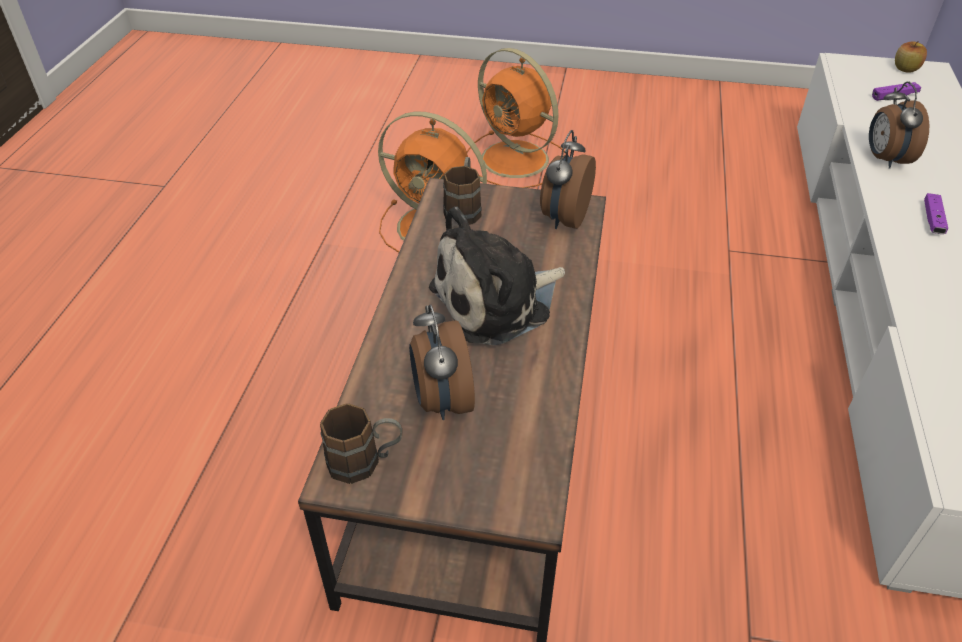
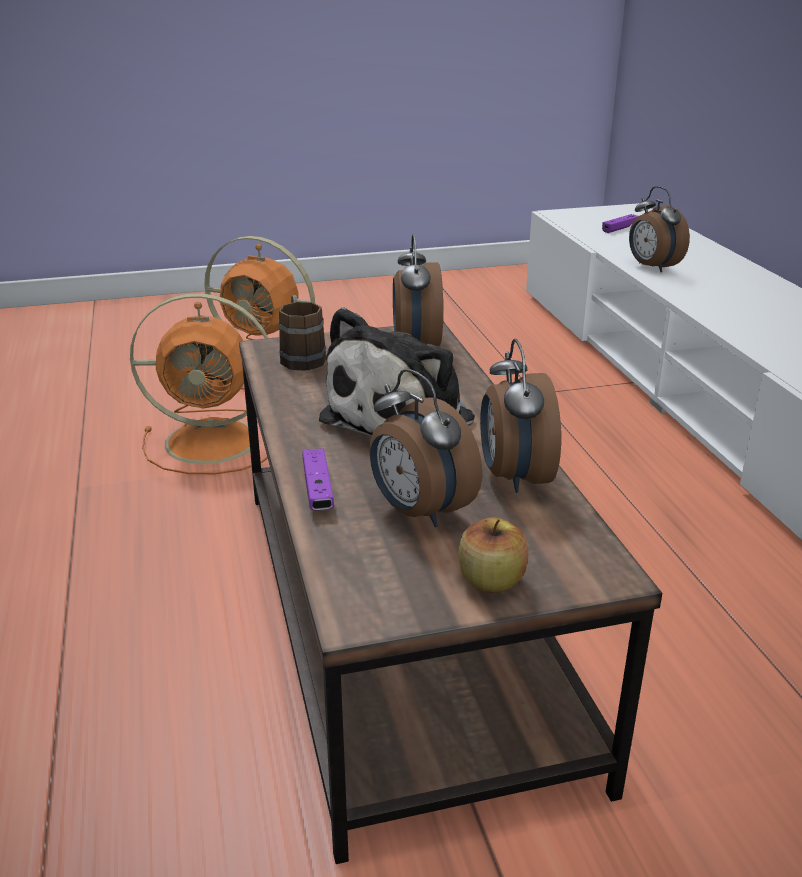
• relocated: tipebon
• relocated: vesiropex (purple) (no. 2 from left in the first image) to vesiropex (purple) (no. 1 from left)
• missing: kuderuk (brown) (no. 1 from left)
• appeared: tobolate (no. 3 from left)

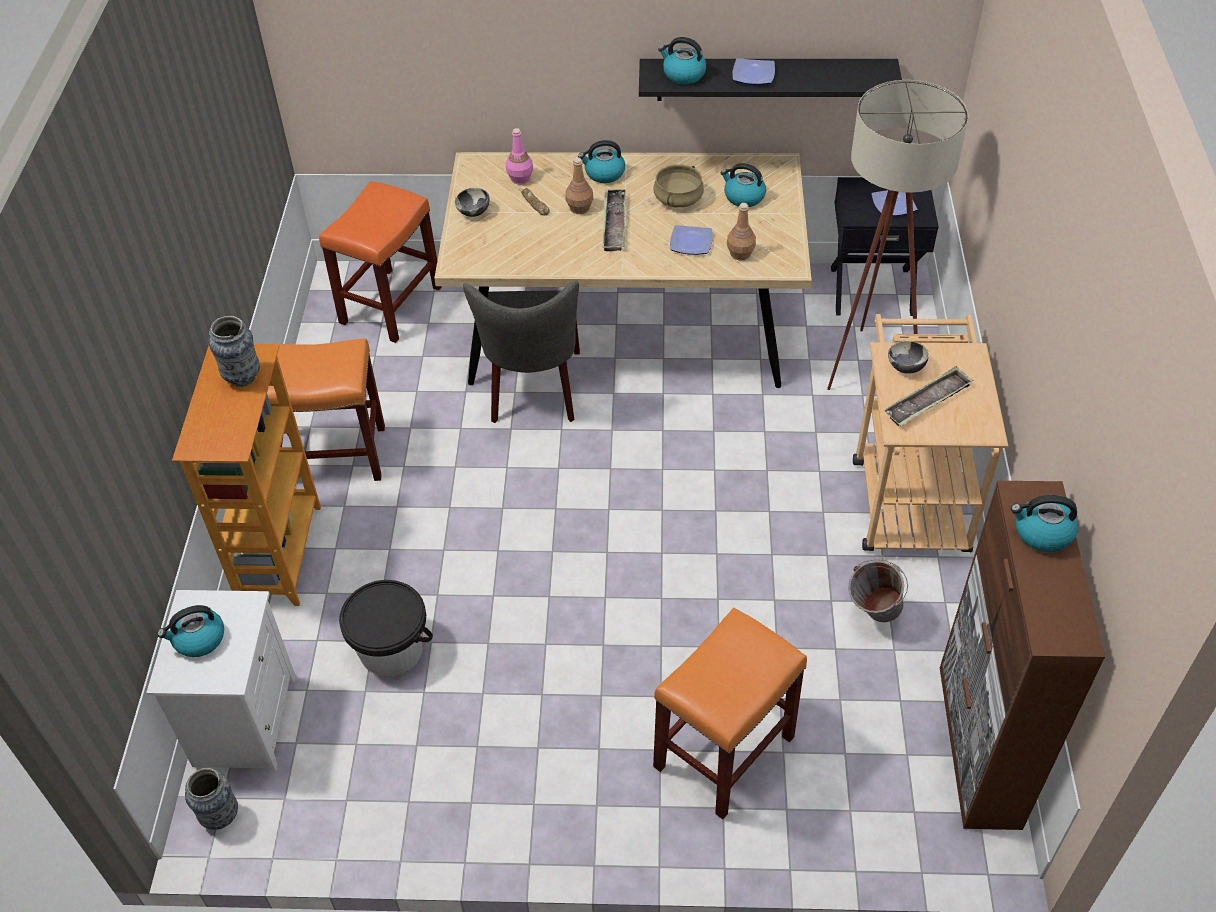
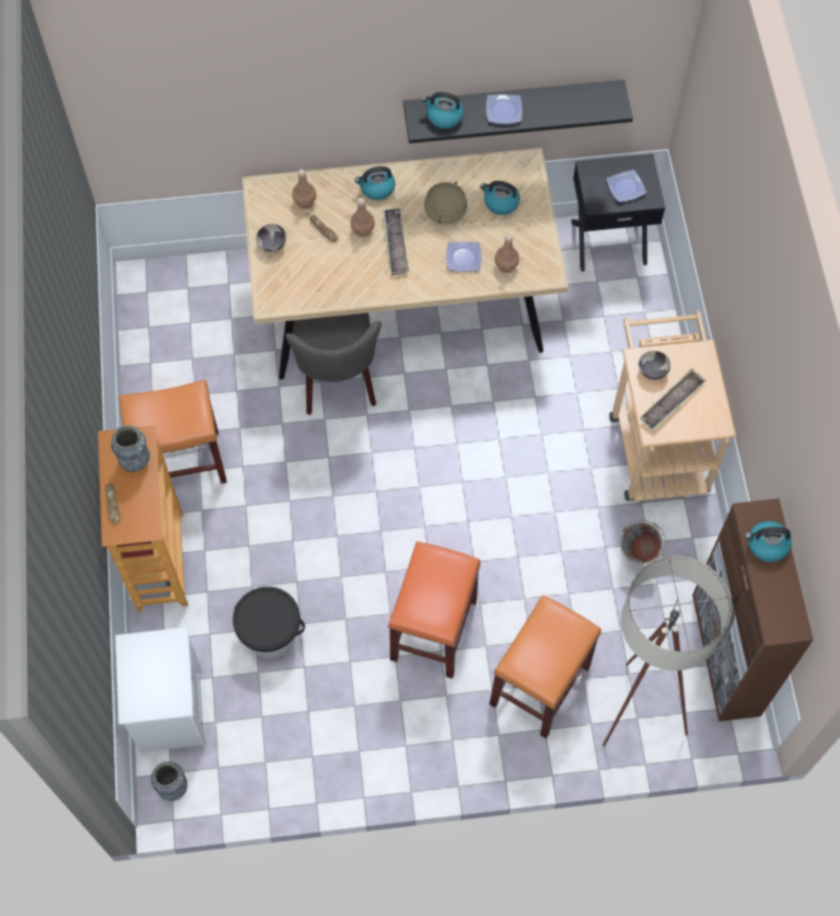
• relocated: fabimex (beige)
• colour: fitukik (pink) to fitukik (brown) (no. 1 from left)
• relocated: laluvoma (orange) (no. 2 from left)
• missing: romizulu (no. 1 from left)
• appeared: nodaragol (no. 1 from left)

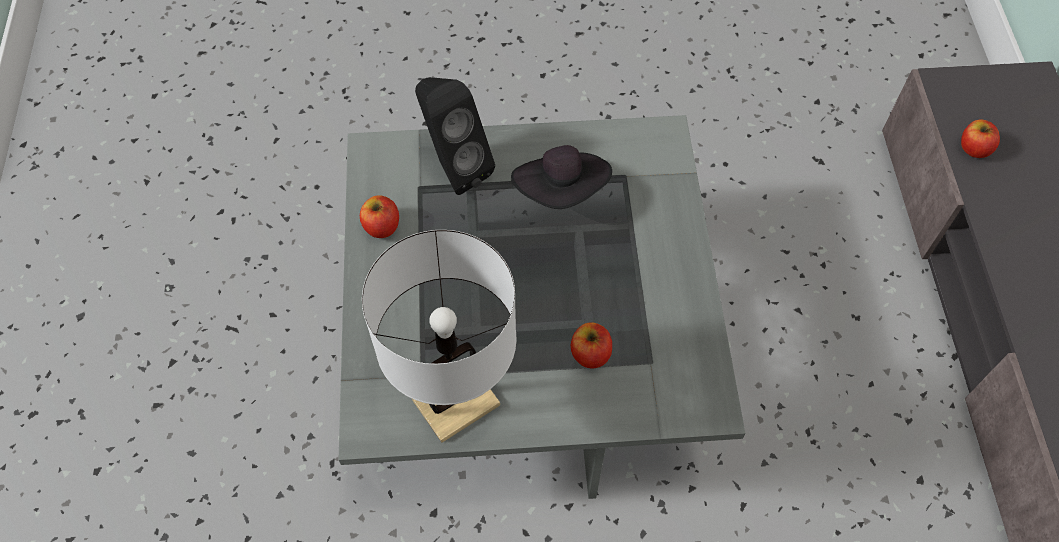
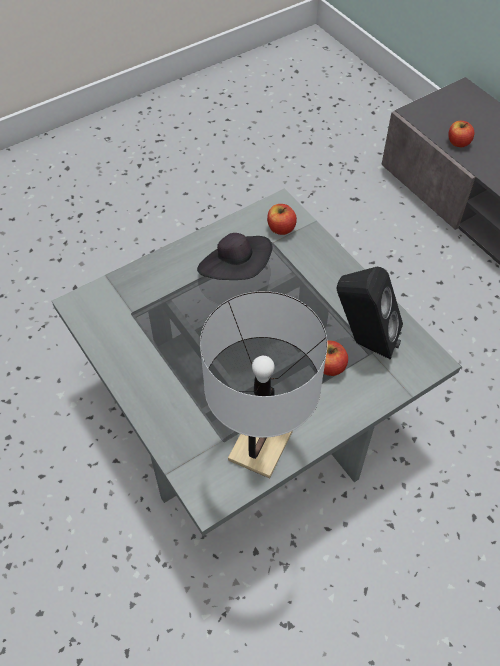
• relocated: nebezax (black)
• relocated: tipebon (no. 1 from left)

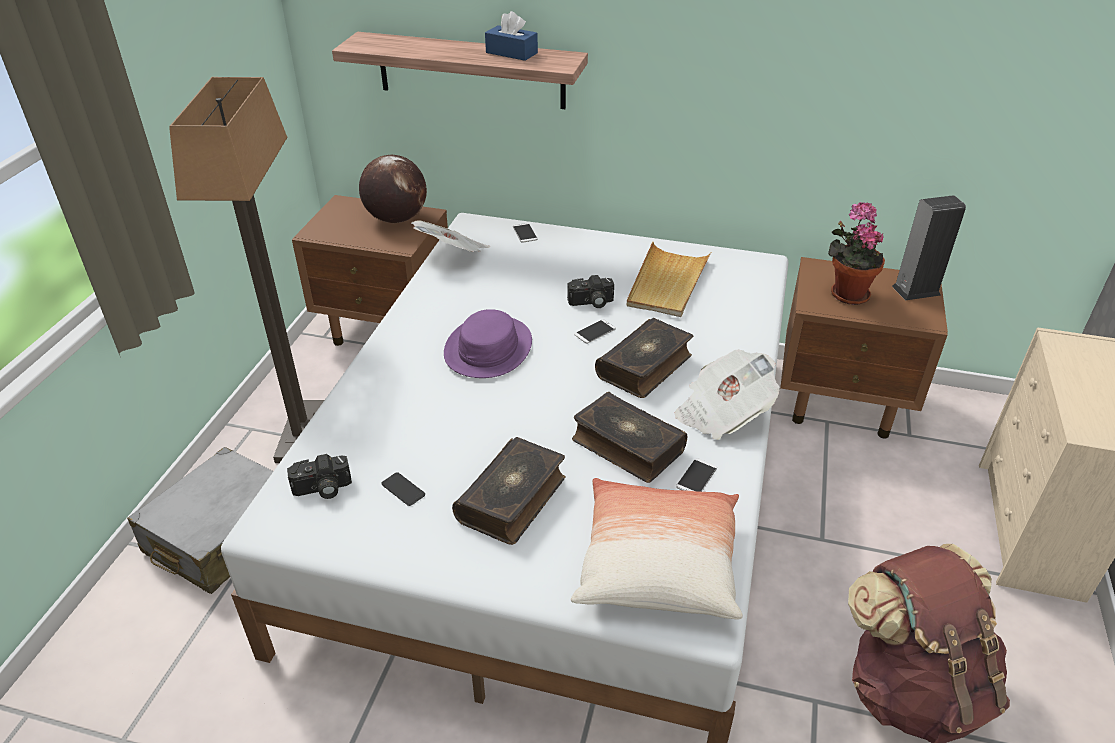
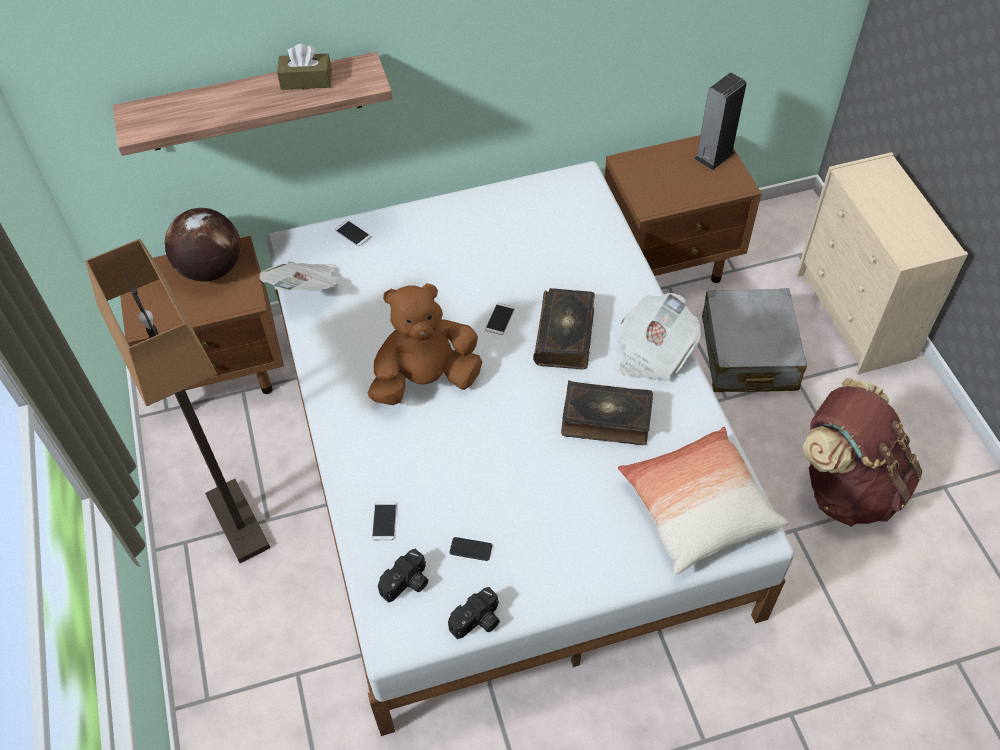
• colour: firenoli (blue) to firenoli (brown)
• missing: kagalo
• missing: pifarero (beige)
• relocated: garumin (no. 2 from left)
• exchanged: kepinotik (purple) to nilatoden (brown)
• missing: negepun (no. 1 from left)
• relocated: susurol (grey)
• relocated: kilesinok (no. 4 from left in the first image) to kilesinok (no. 2 from left)

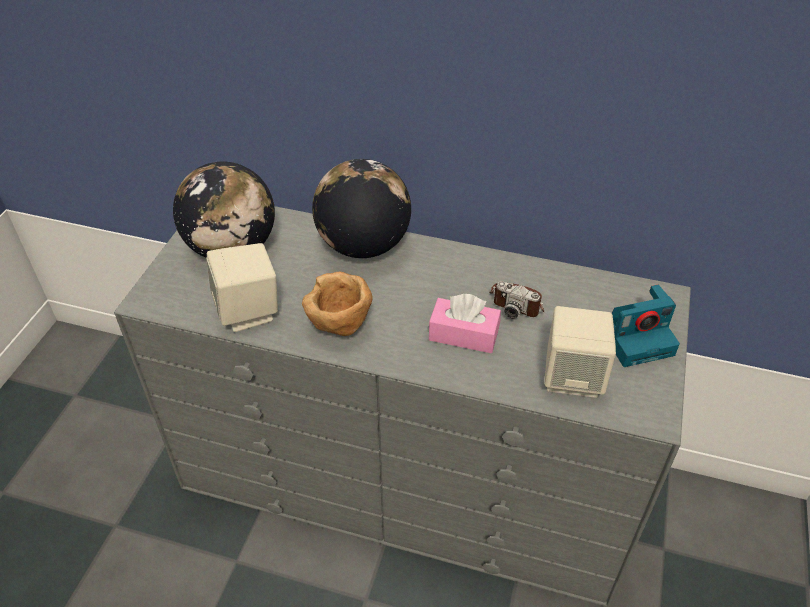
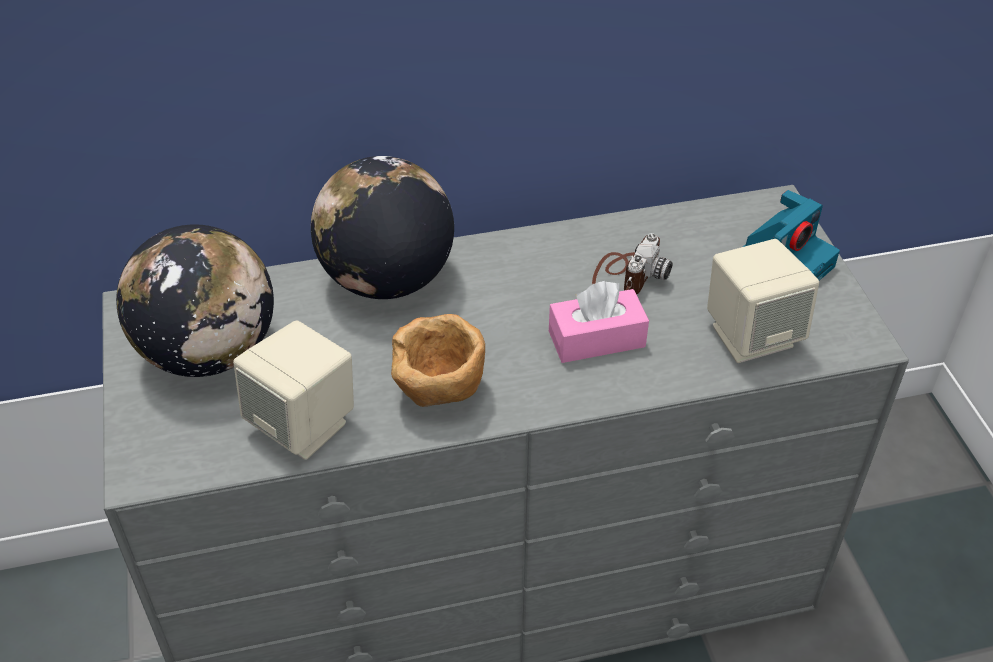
• spun: garumin (no. 1 from left) 60 degrees counterclockwise

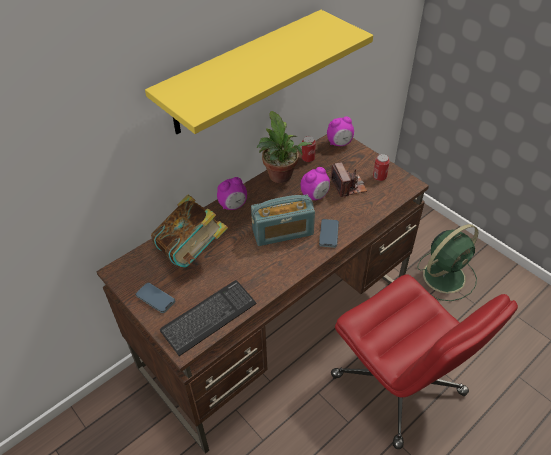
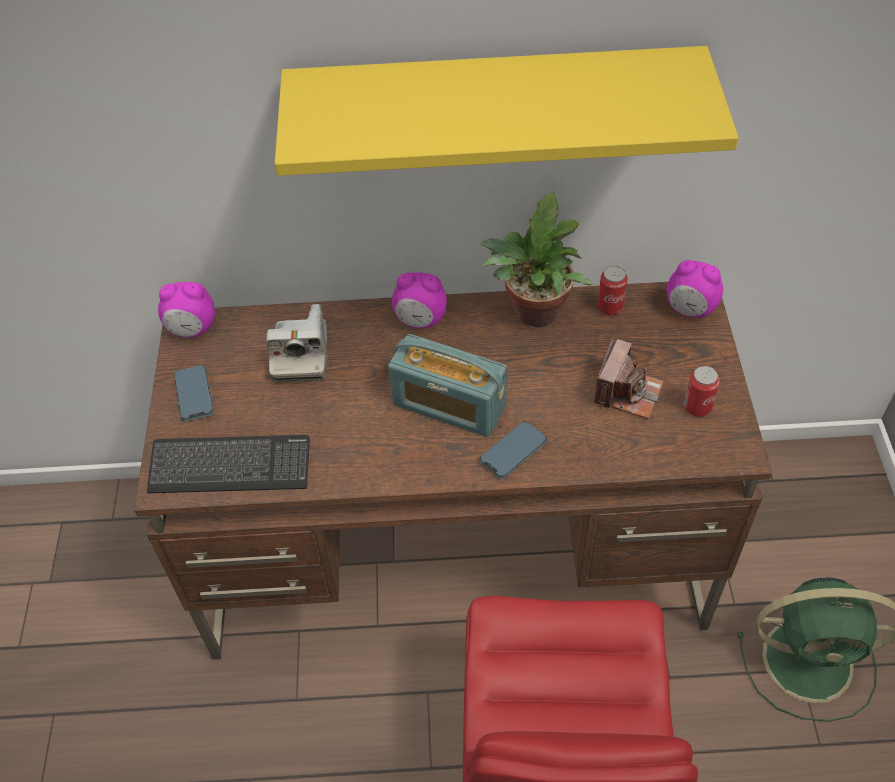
• relocated: tobolate (no. 2 from left in the first image) to tobolate (no. 1 from left)
• exchanged: negepun to garumin (no. 1 from left)

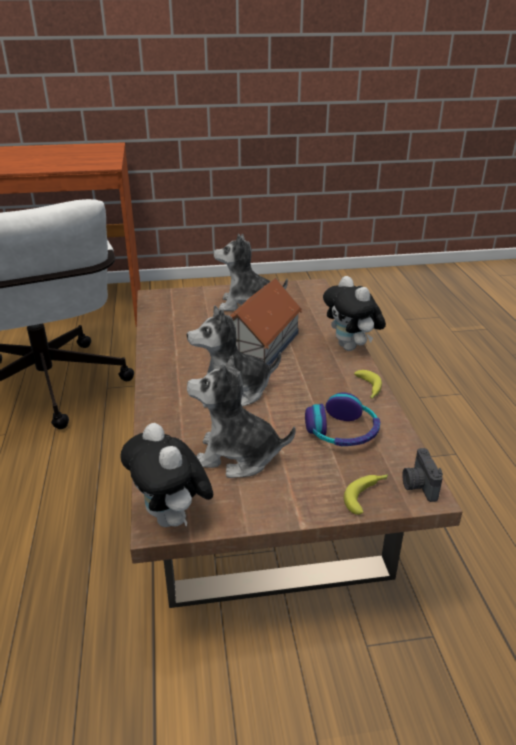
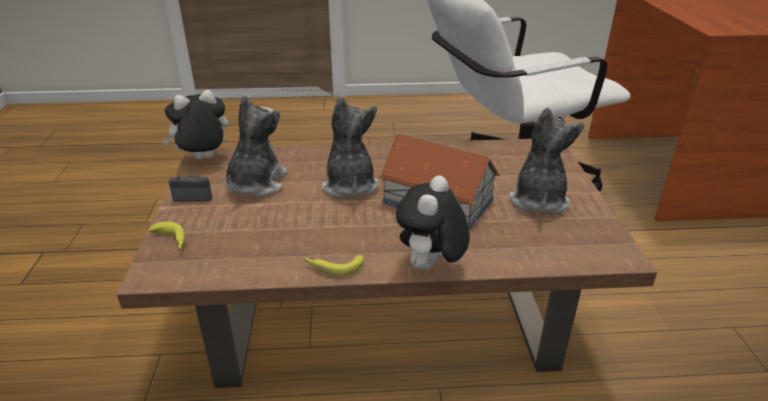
• spun: nilatoden (no. 5 from left in the first image) 45 degrees counterclockwise
• missing: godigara
• relocated: garumin

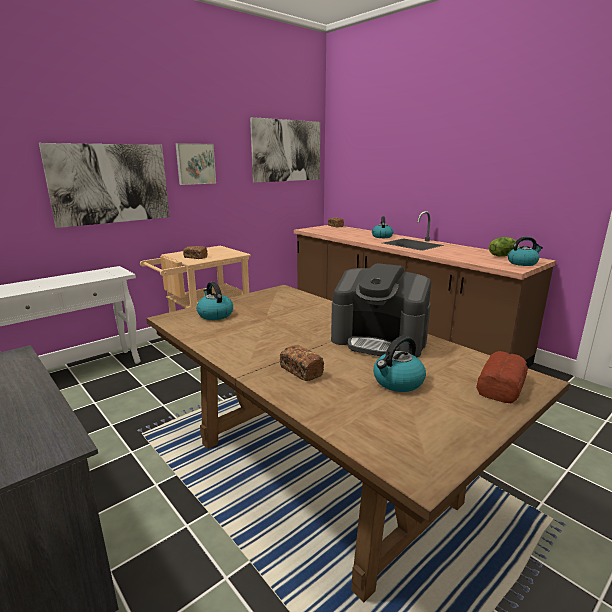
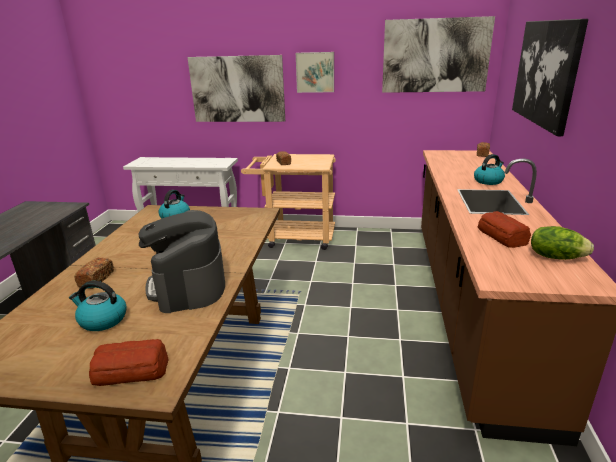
• missing: romizulu (no. 4 from left)
• appeared: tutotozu (no. 4 from left)
• appeared: nodaragol (no. 5 from left)

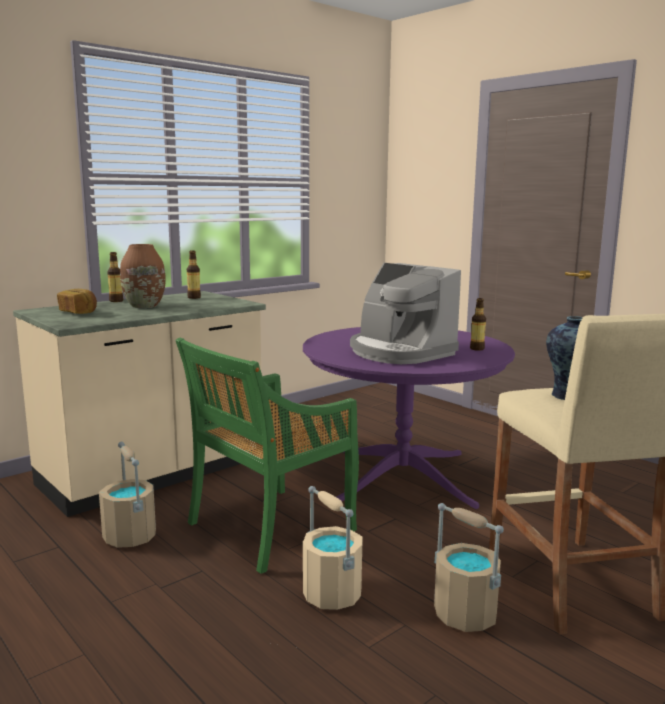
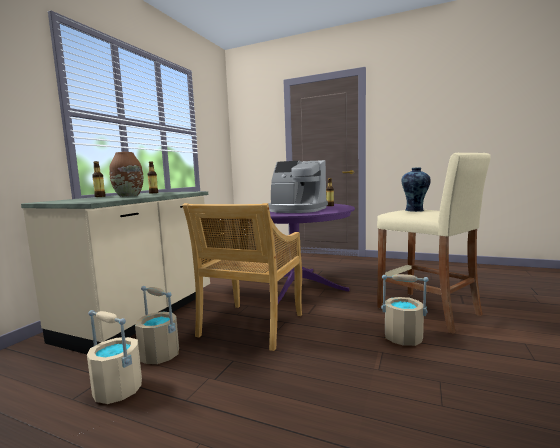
• missing: nodaragol
• colour: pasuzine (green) to pasuzine (beige)
• relocated: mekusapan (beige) (no. 2 from left in the first image) to mekusapan (beige) (no. 1 from left)

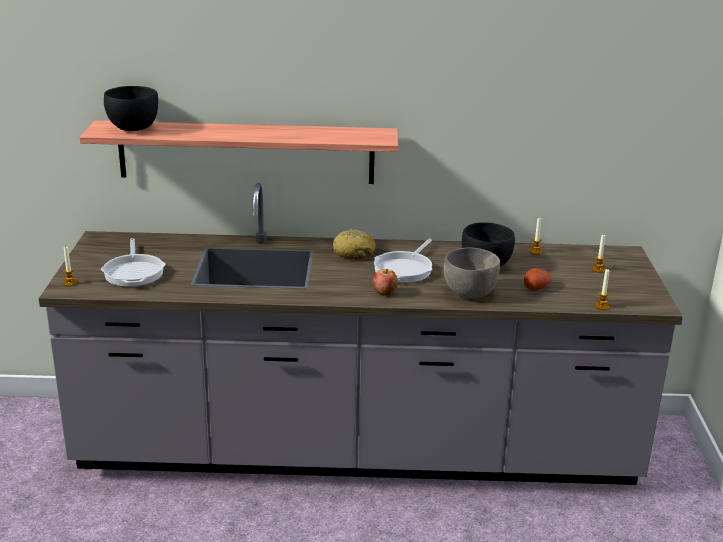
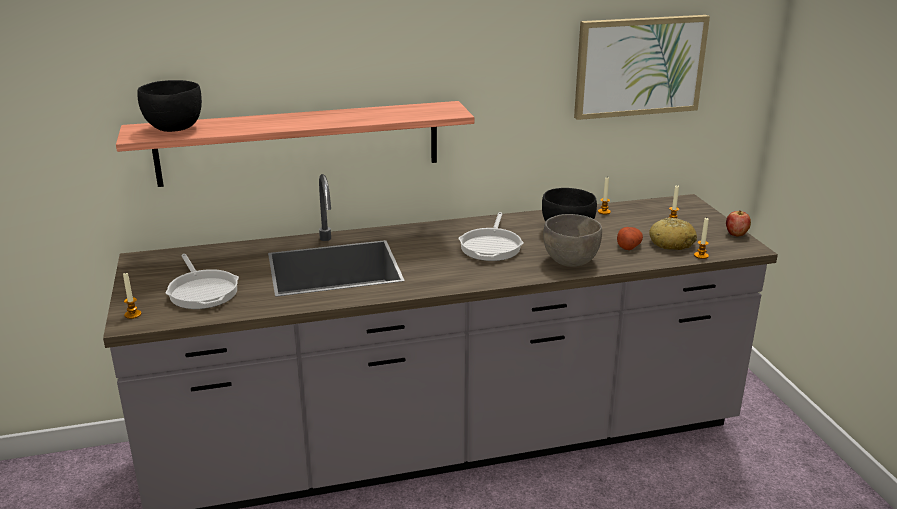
• relocated: nodaragol
• relocated: tipebon
• appeared: tutotozu

